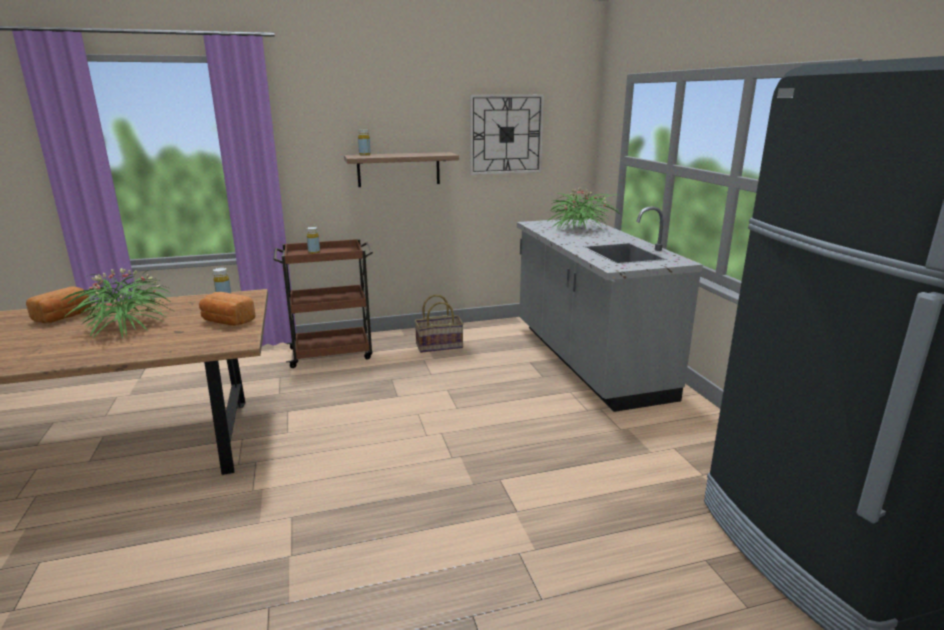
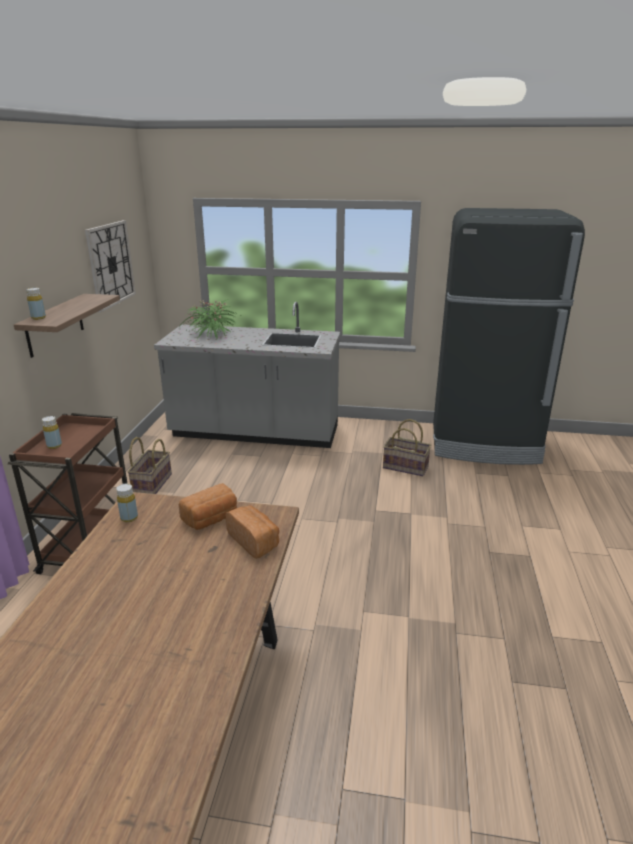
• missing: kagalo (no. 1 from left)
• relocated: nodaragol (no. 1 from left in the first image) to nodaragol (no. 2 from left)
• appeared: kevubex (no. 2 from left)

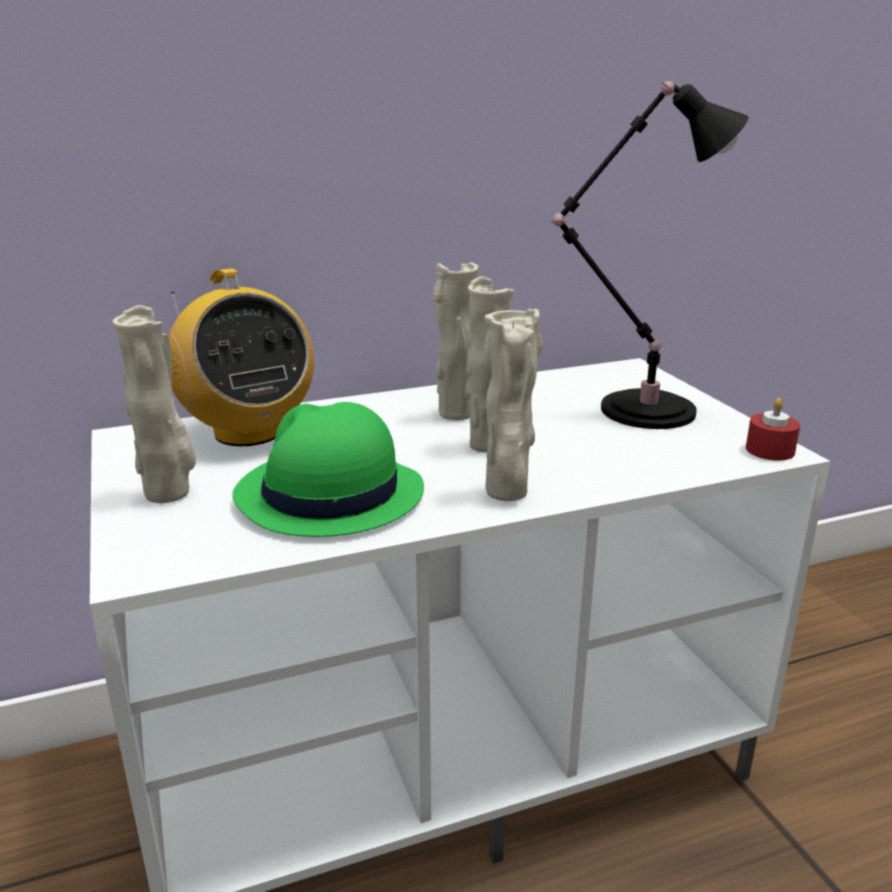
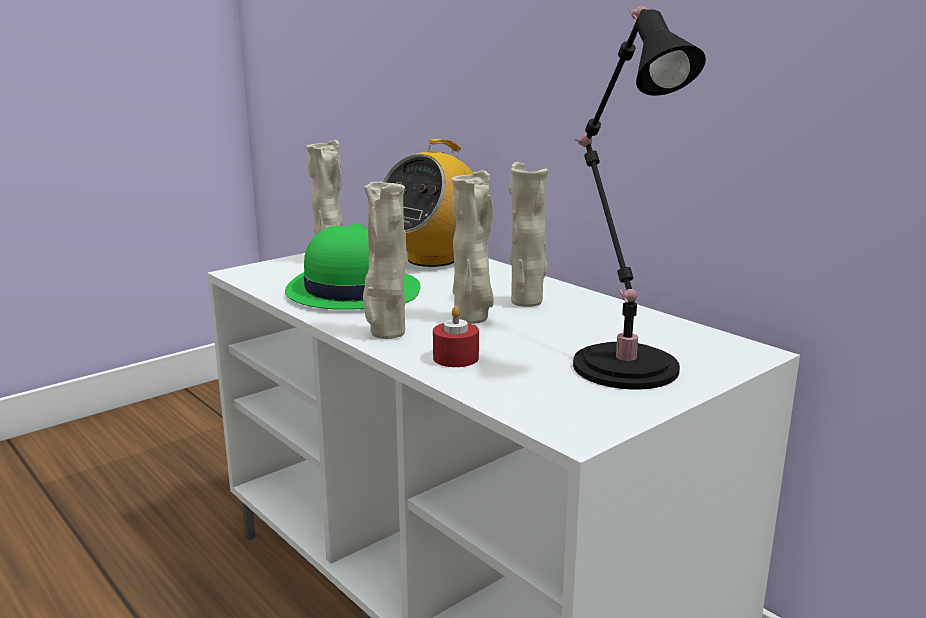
• relocated: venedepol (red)

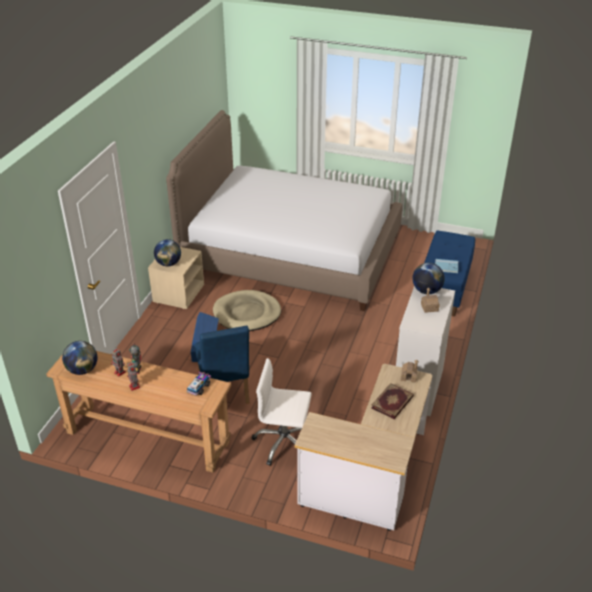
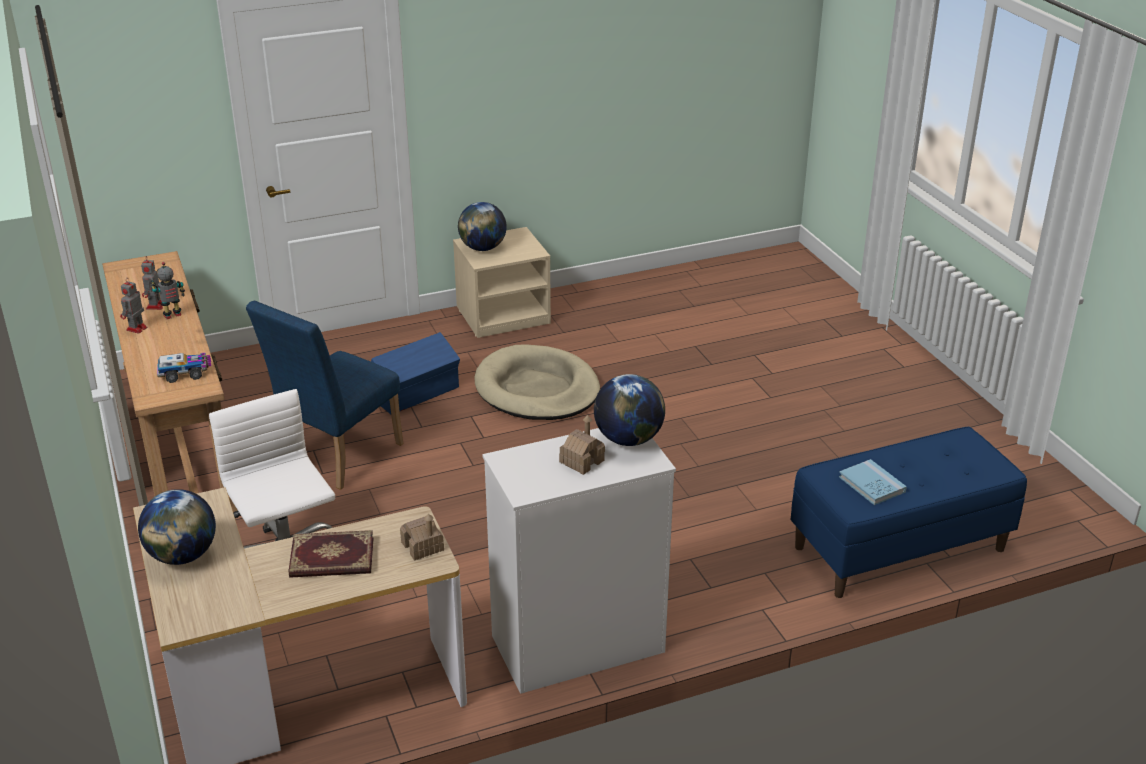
• missing: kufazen
• relocated: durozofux (no. 1 from left)

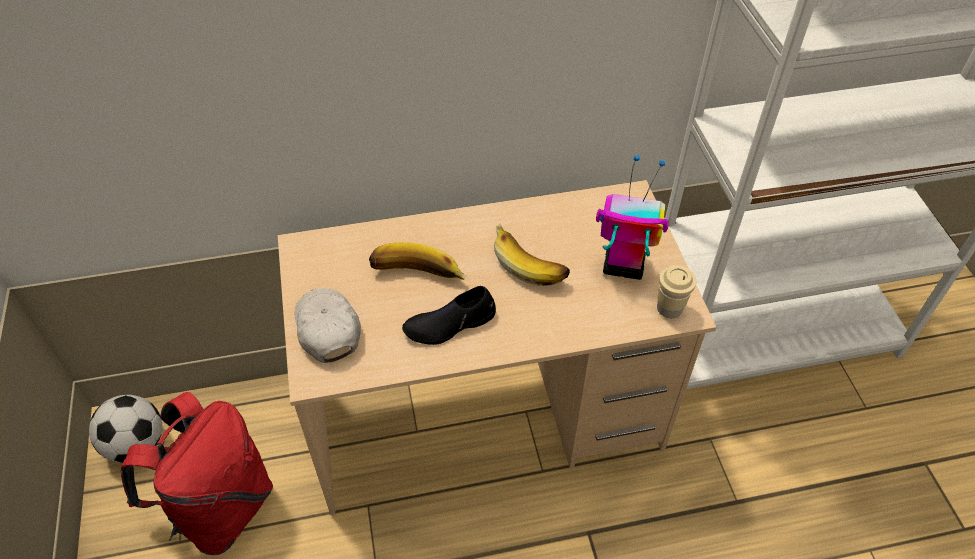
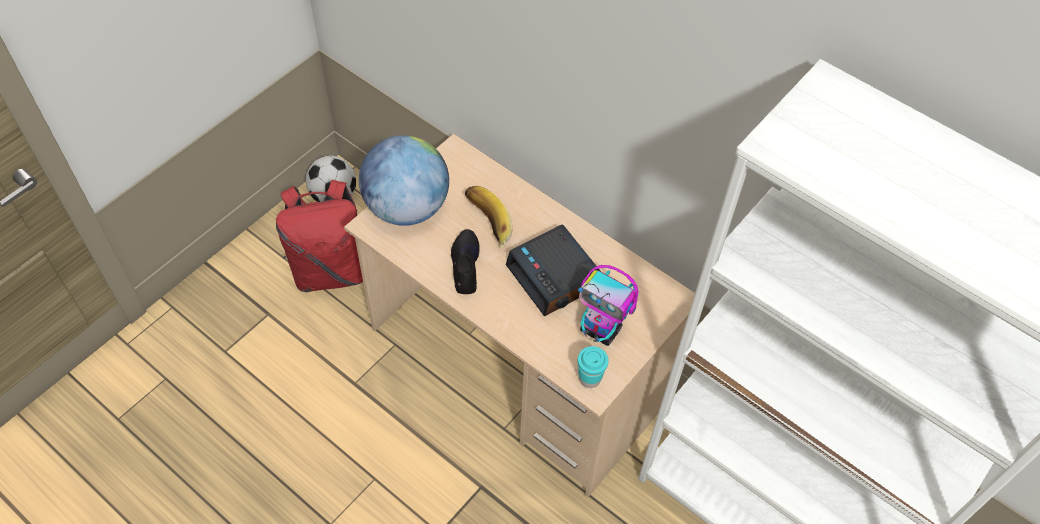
• spun: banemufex 150 degrees clockwise
• exchanged: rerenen (no. 2 from left) to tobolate
• colour: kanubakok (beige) to kanubakok (turquoise)
• spun: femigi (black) 60 degrees clockwise
• exchanged: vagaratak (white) to durozofux

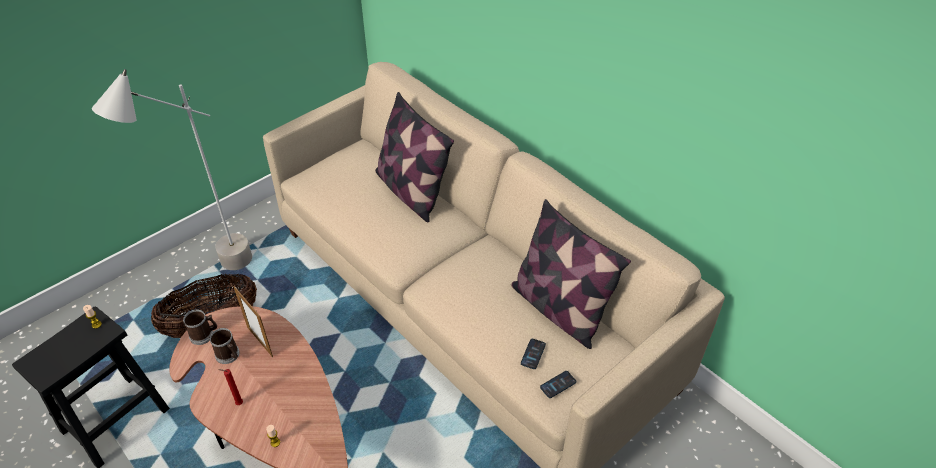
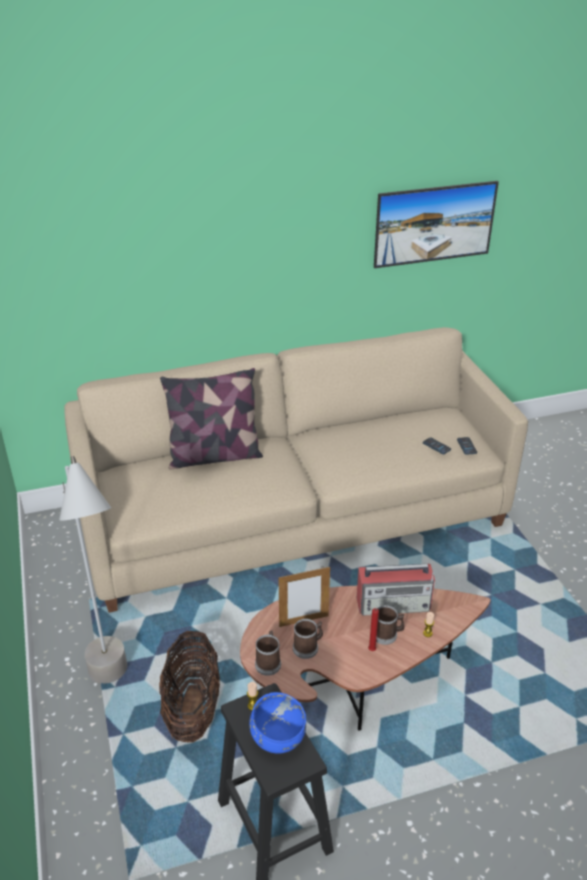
• missing: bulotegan (no. 2 from left)
• appeared: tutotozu
• appeared: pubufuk
• appeared: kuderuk (no. 3 from left)
• appeared: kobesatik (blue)

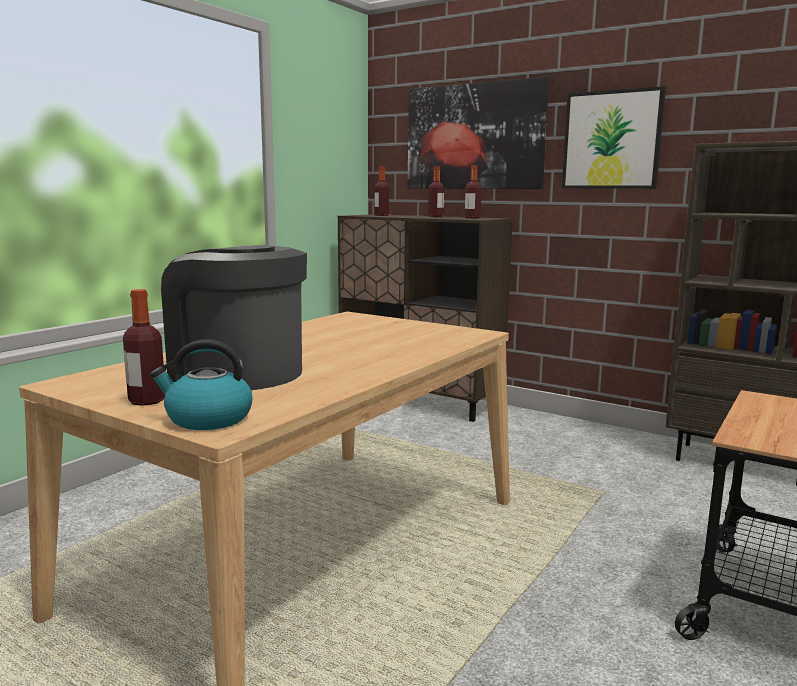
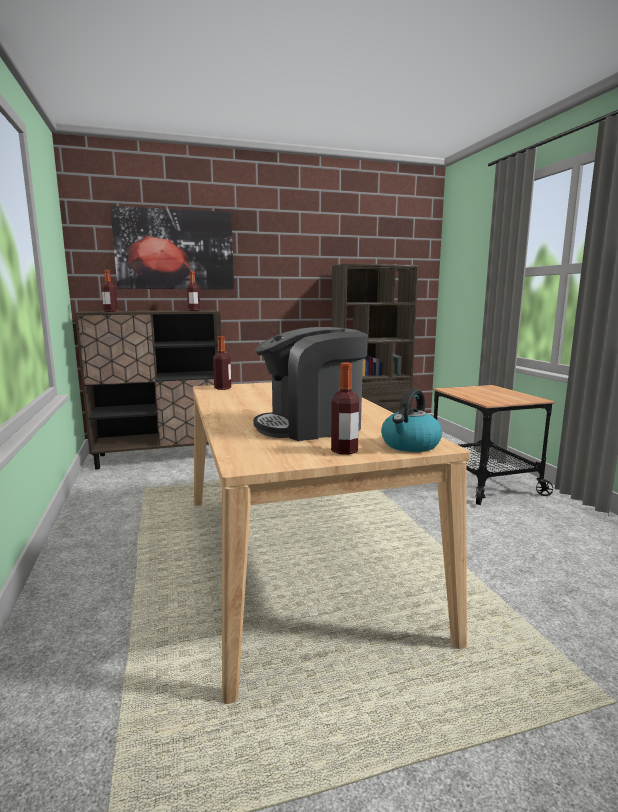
• missing: tutotozu (no. 2 from left)
• relocated: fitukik (no. 3 from left)

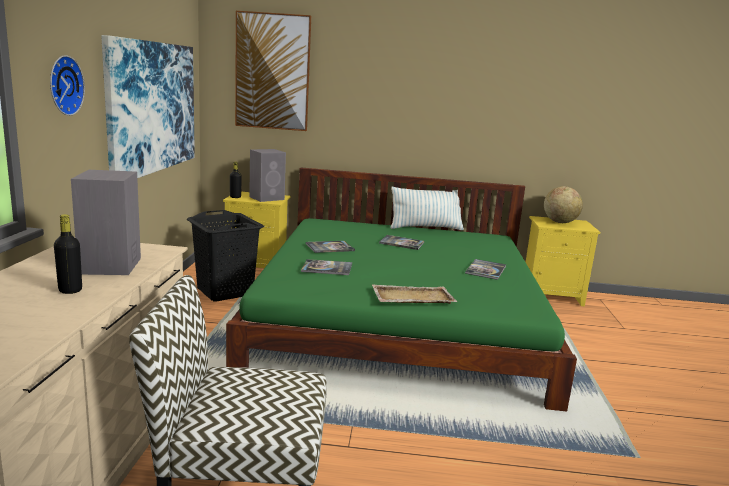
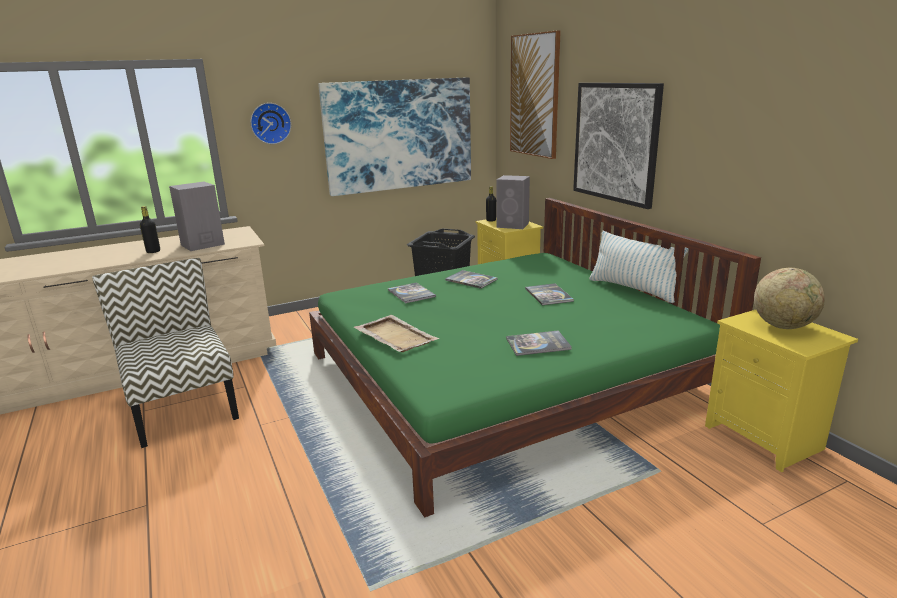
• appeared: tutotozu (no. 3 from left)

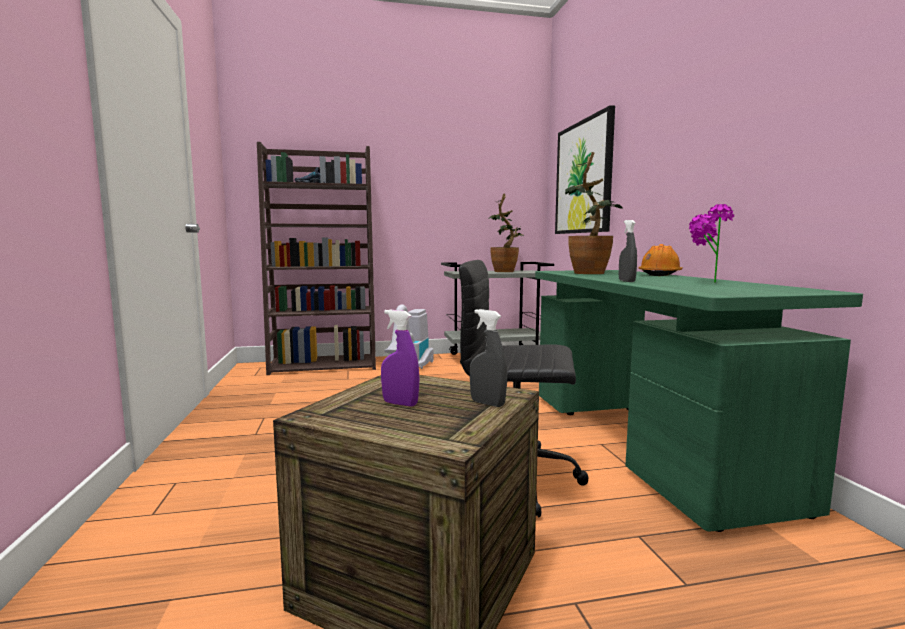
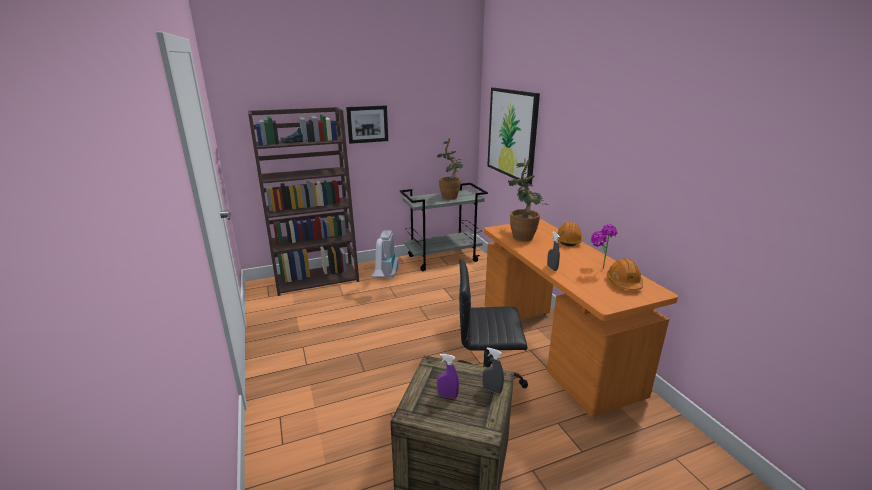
• colour: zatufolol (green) to zatufolol (orange)
• appeared: tutotozu (no. 1 from left)
• appeared: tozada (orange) (no. 2 from left)

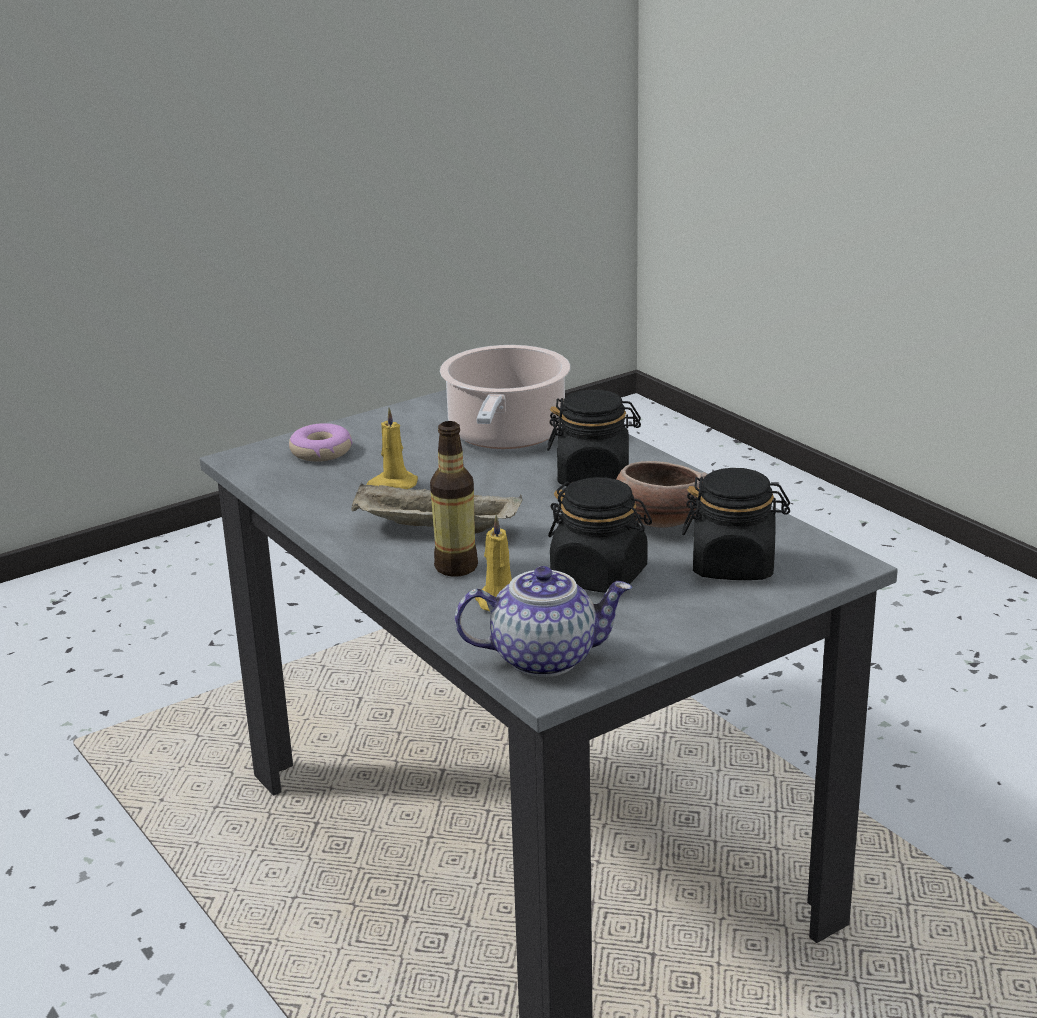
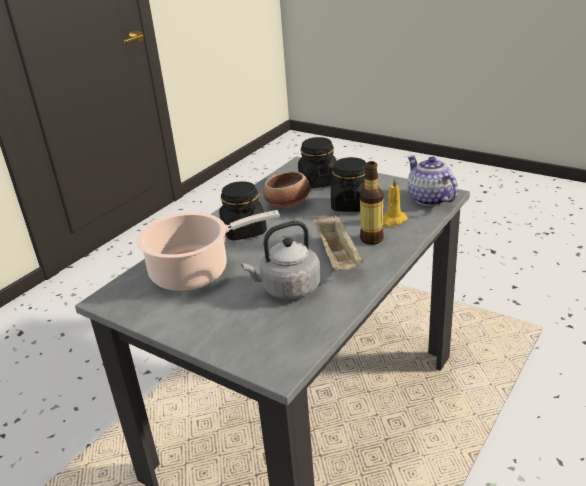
• exchanged: venedepol (yellow) (no. 1 from left) to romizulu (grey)
• missing: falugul

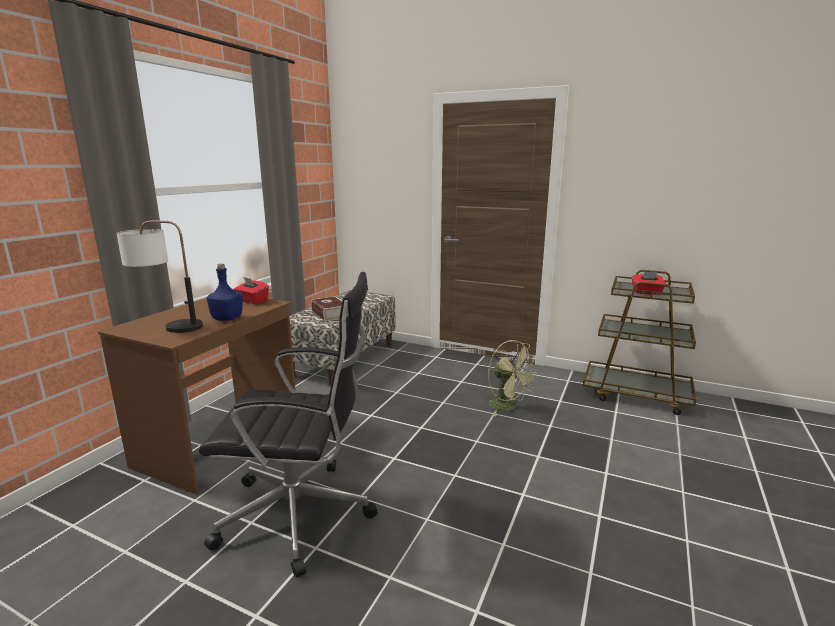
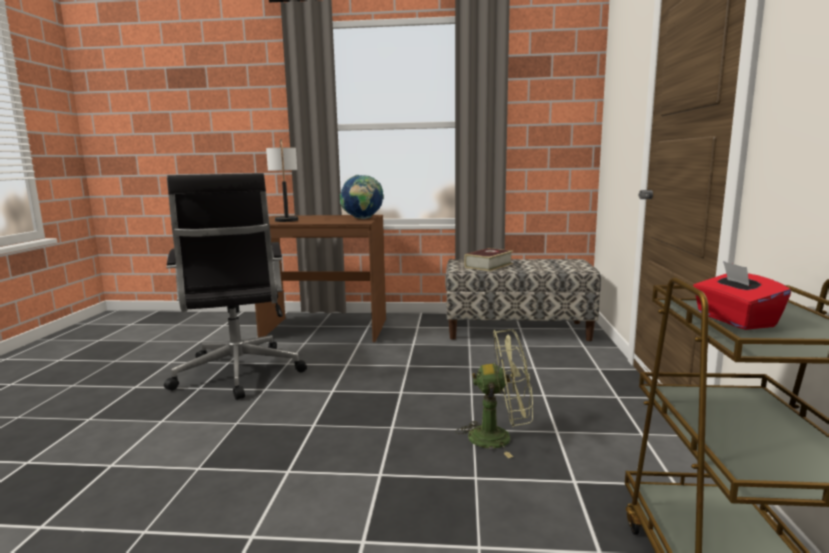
• missing: fitukik (blue)
• exchanged: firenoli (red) (no. 1 from left) to durozofux
• spun: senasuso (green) 120 degrees counterclockwise

